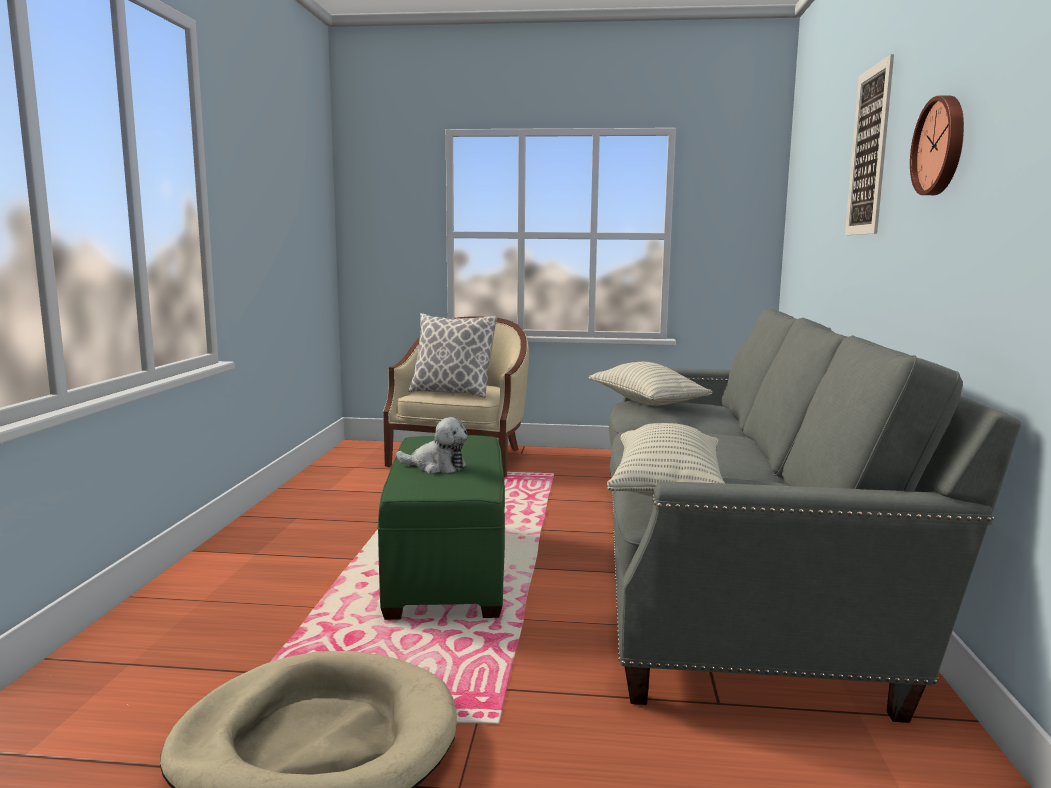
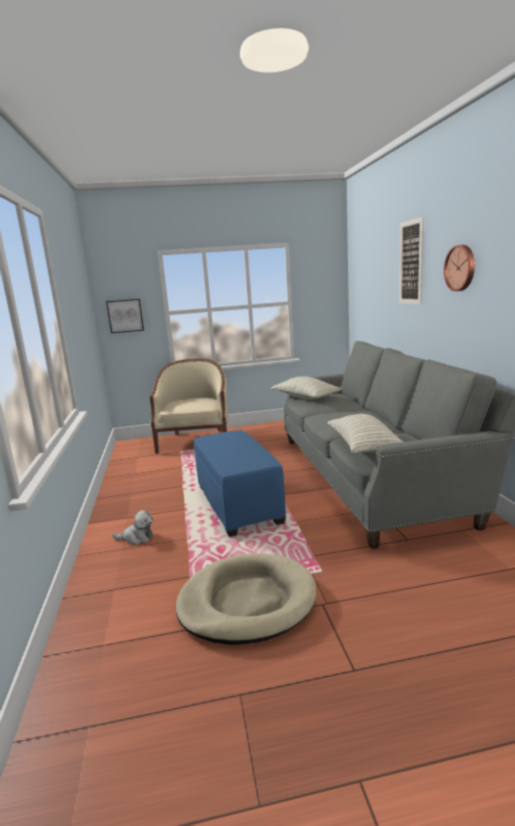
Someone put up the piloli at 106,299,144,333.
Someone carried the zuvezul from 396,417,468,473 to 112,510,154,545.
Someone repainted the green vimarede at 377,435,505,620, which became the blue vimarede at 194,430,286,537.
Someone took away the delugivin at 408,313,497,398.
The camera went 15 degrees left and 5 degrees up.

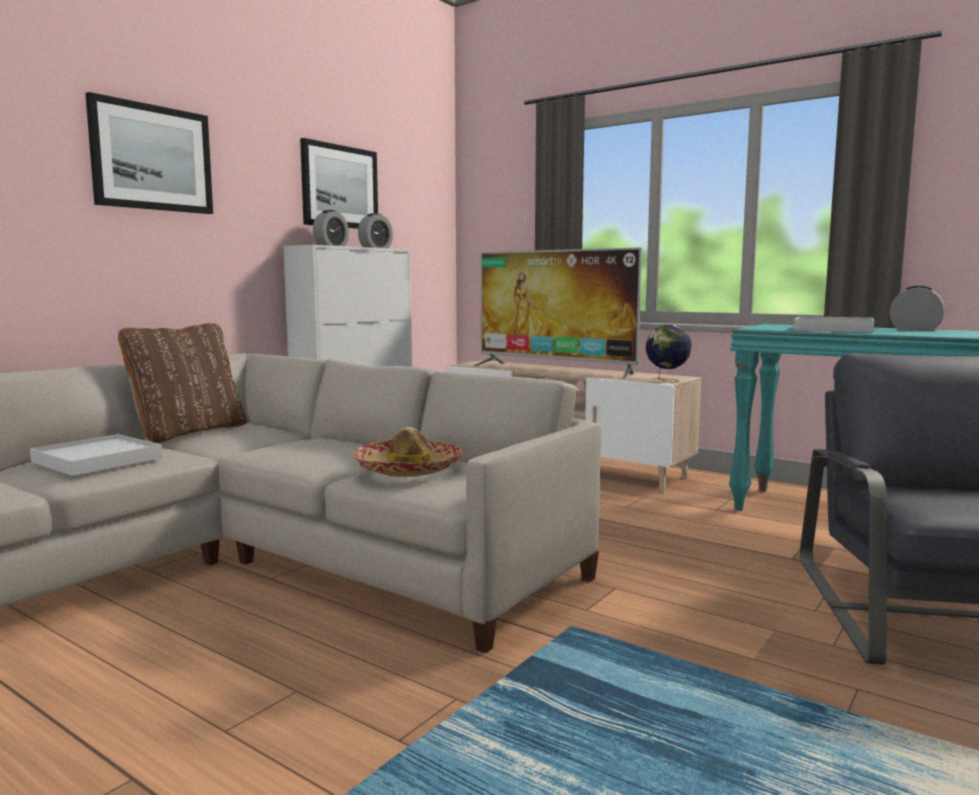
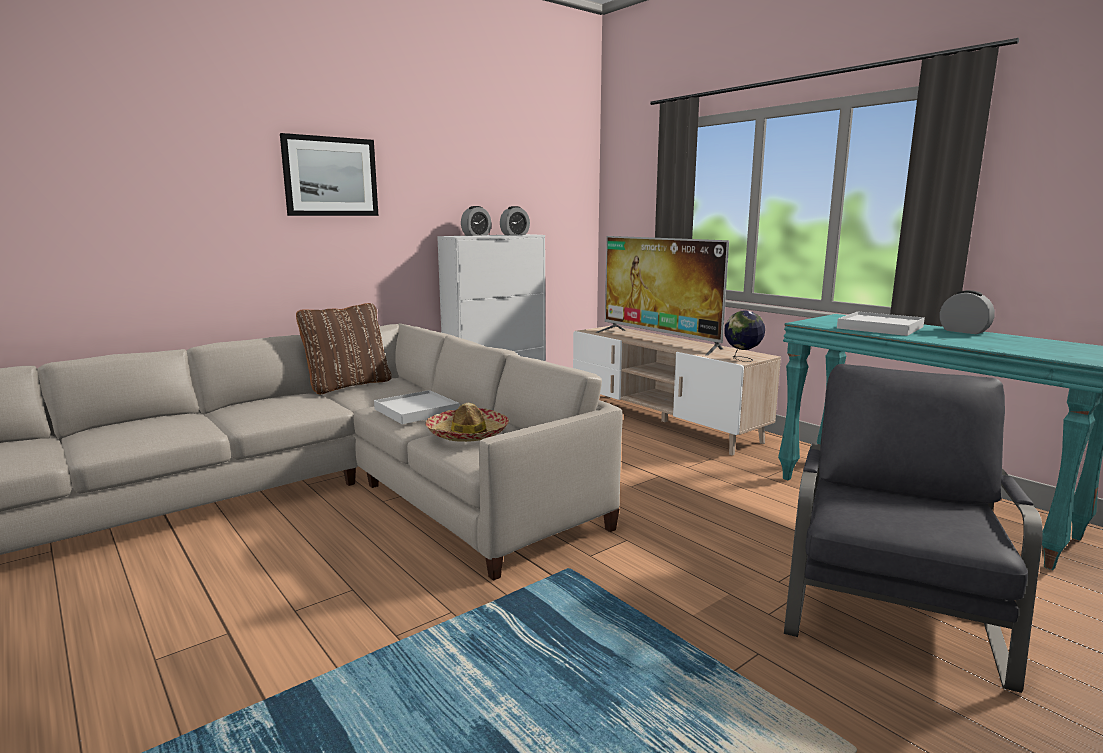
Someone carried the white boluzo from 30,434,162,476 to 374,390,460,424.
Someone took away the piloli at 300,138,378,229.
The camera went 15 degrees right and 5 degrees up.

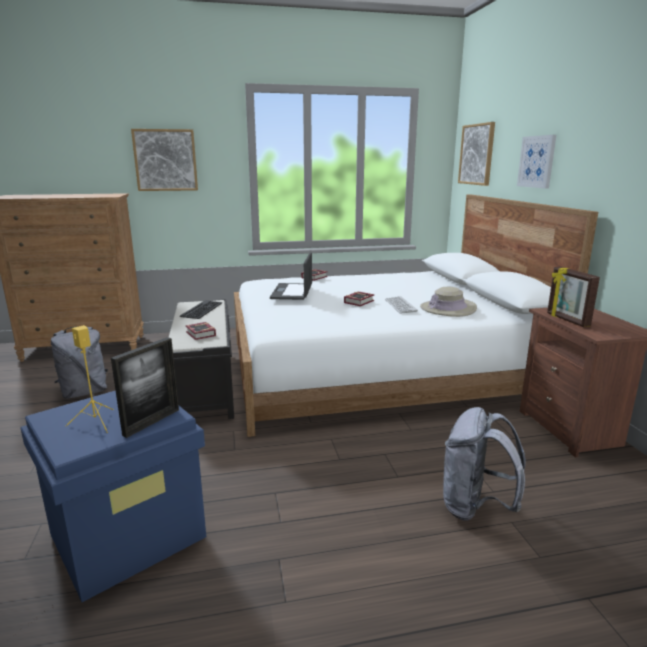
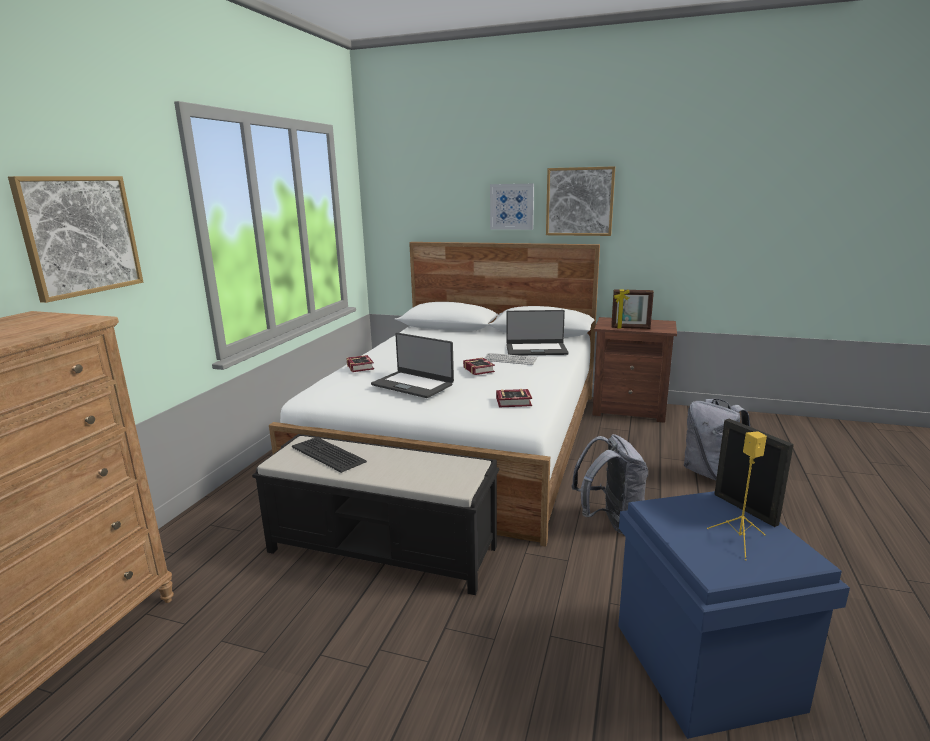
Someone carried the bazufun from 186,322,216,340 to 496,389,532,407.
Someone swapped the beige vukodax at 420,287,477,317 for the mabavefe at 506,310,569,355.
Someone carried the piloli from 458,122,495,186 to 546,166,615,236.
Someone carried the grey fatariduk from 51,327,108,399 to 571,434,648,534.
The camera went 60 degrees left and 0 degrees up.

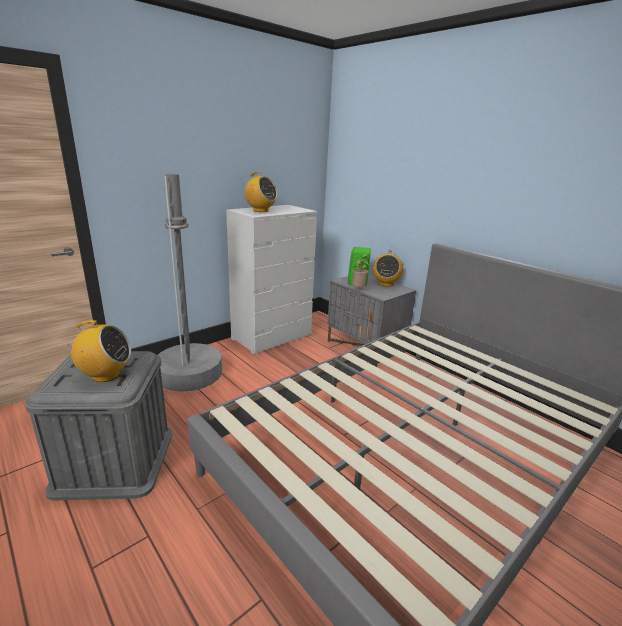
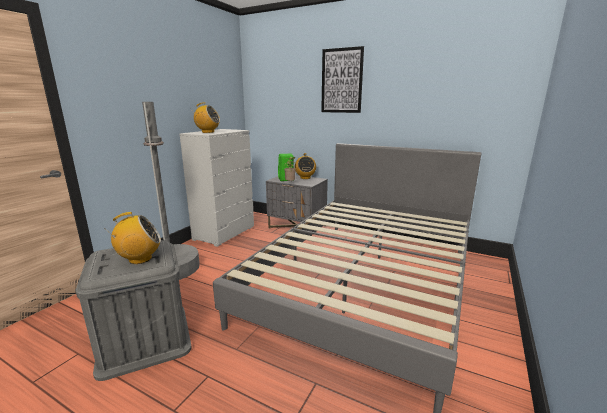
Someone put up the piloli at 321,46,364,113.
The camera went 20 degrees left and 5 degrees down.

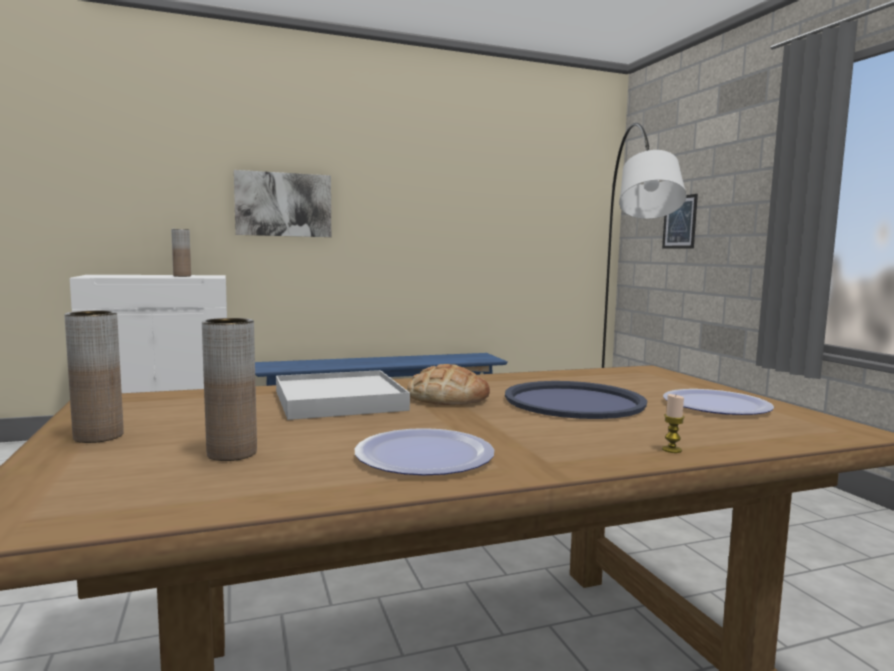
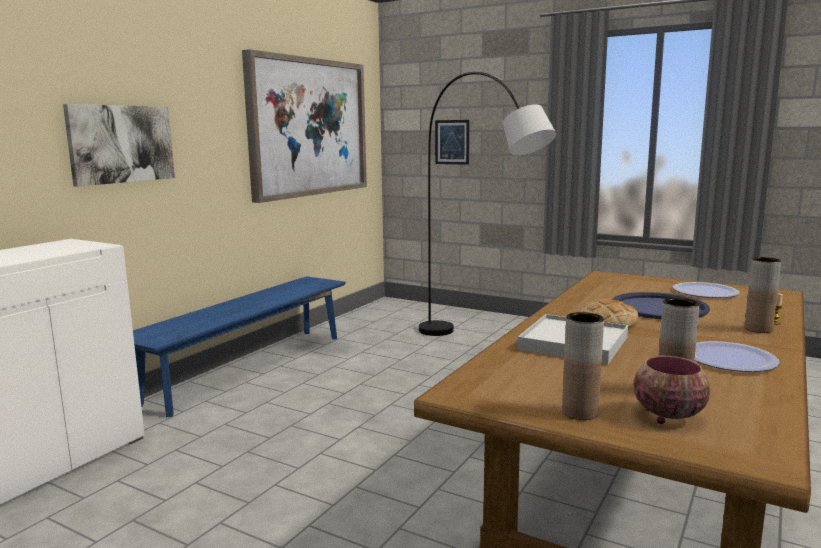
Someone put up the piloli at 242,49,367,203.
Someone put down the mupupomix at 634,356,710,424.
Someone carried the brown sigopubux from 171,229,191,277 to 744,257,781,333.
The camera went 40 degrees left and 5 degrees up.

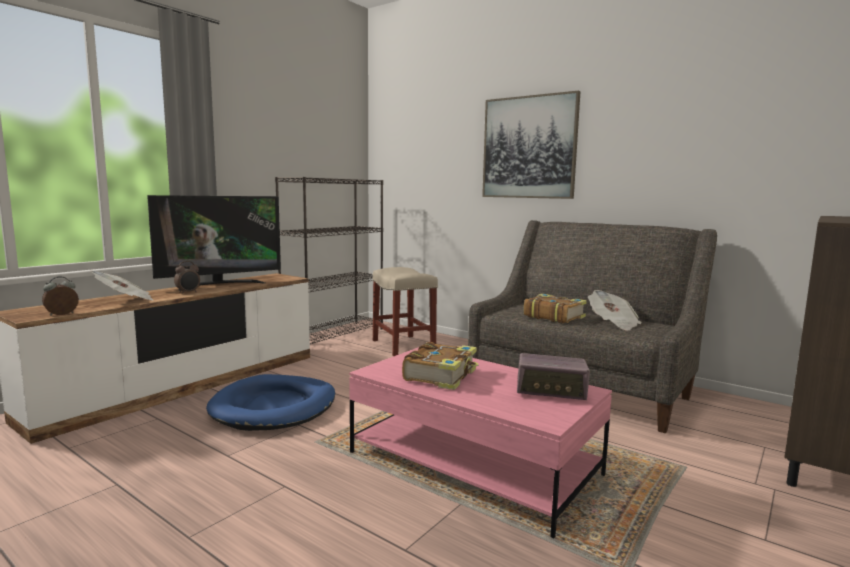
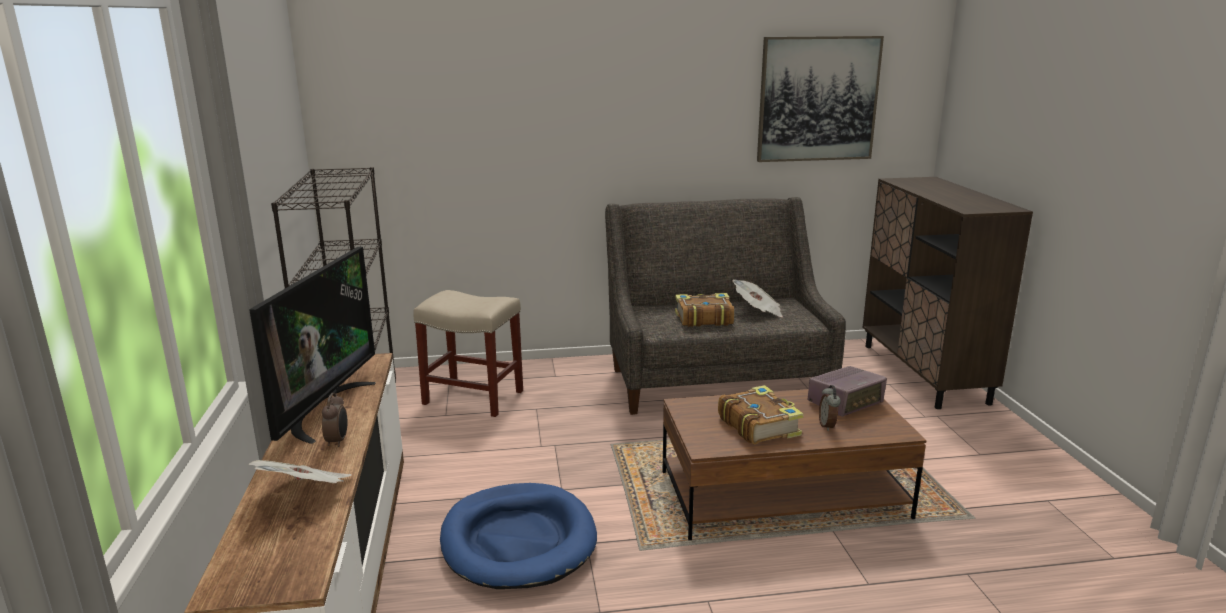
Someone repainted the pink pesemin at 349,347,612,538, which became the brown pesemin at 662,389,927,540.
Someone carried the piloli from 482,91,581,199 to 757,36,884,162.
Someone carried the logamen from 42,276,79,316 to 819,385,841,431.
The camera went 45 degrees left and 10 degrees up.

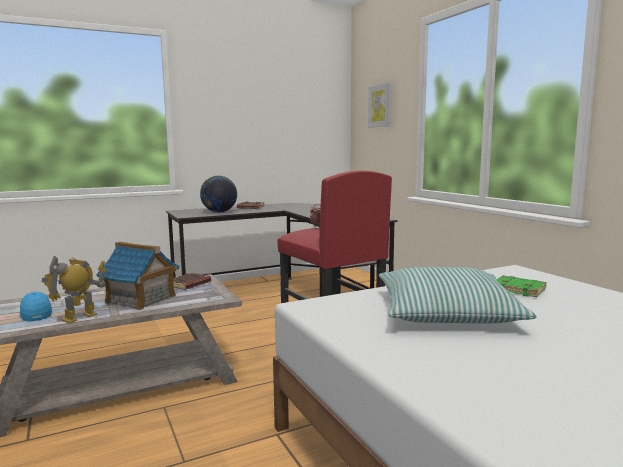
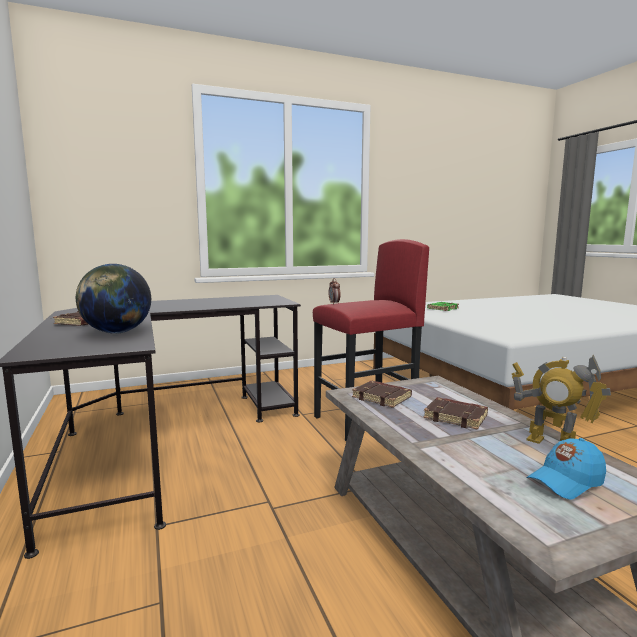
Someone swapped the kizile at 96,242,180,310 for the brown bazufun at 423,397,488,430.
Someone took away the piloli at 368,82,392,128.
Someone took away the delugivin at 379,267,537,323.
The camera went 85 degrees left and 0 degrees up.

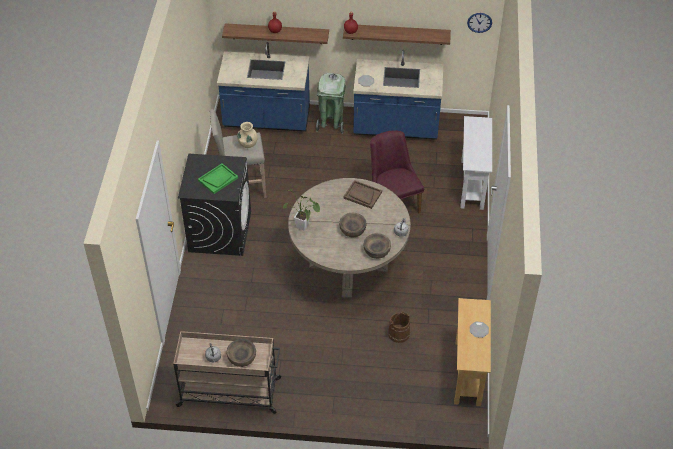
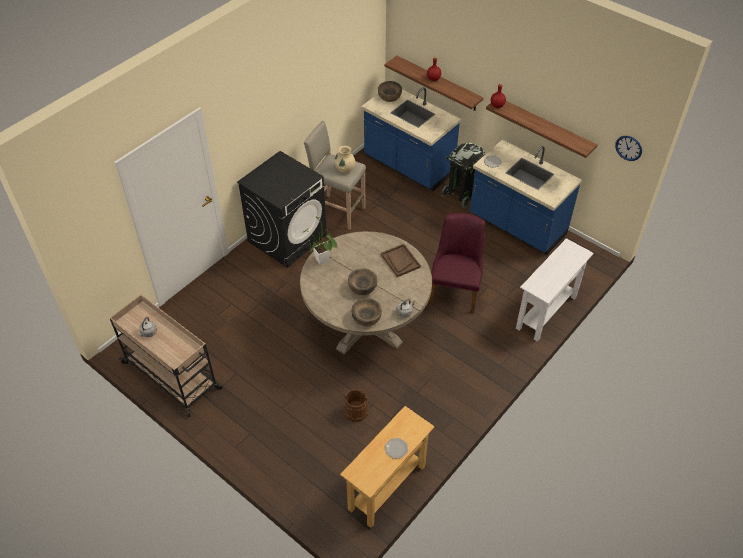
Someone carried the brown mupupomix from 227,339,256,367 to 378,81,402,102.
Someone repainted the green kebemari at 316,73,346,134, which became the black kebemari at 442,143,485,208.
Someone took away the green boluzo at 198,163,238,194.
The camera went 35 degrees right and 0 degrees up.

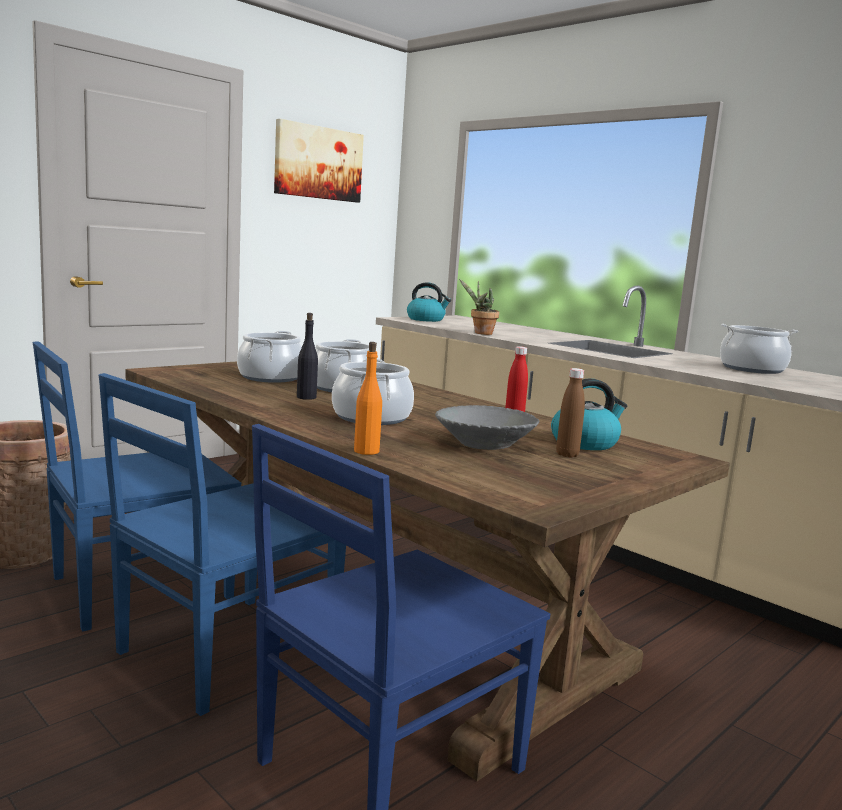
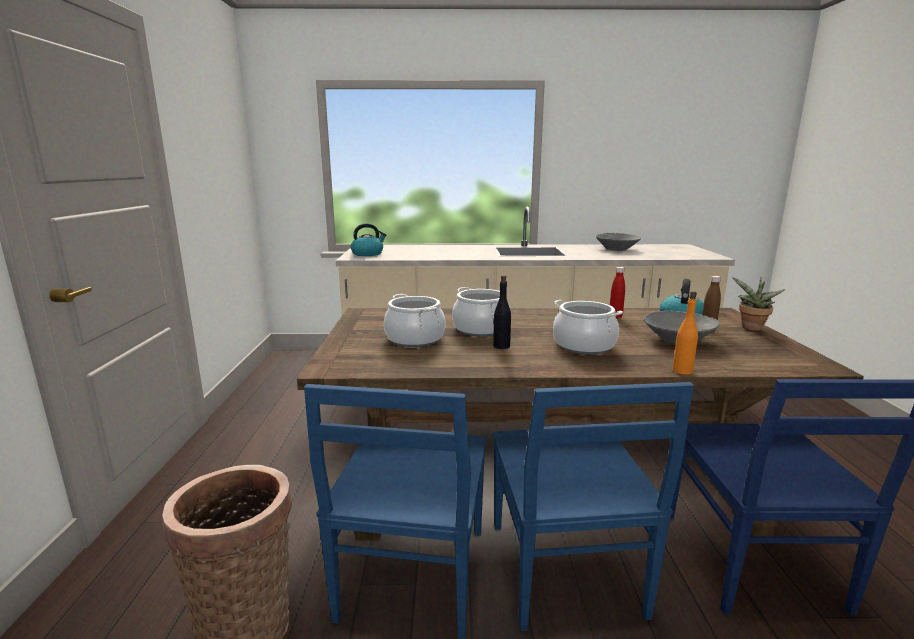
Someone swapped the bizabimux at 720,324,798,374 for the grey mupupomix at 596,233,641,251.
Someone carried the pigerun from 459,279,499,335 to 732,277,786,331.
Someone took away the piloli at 274,119,364,203.
The camera went 45 degrees left and 5 degrees up.

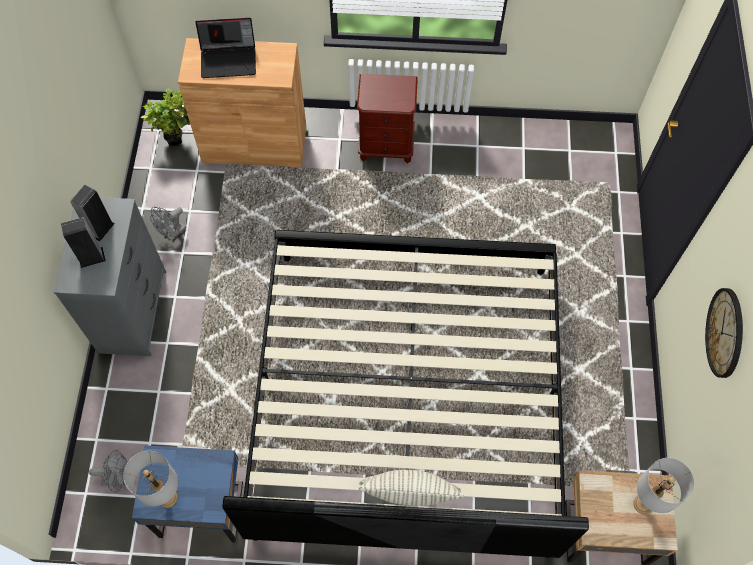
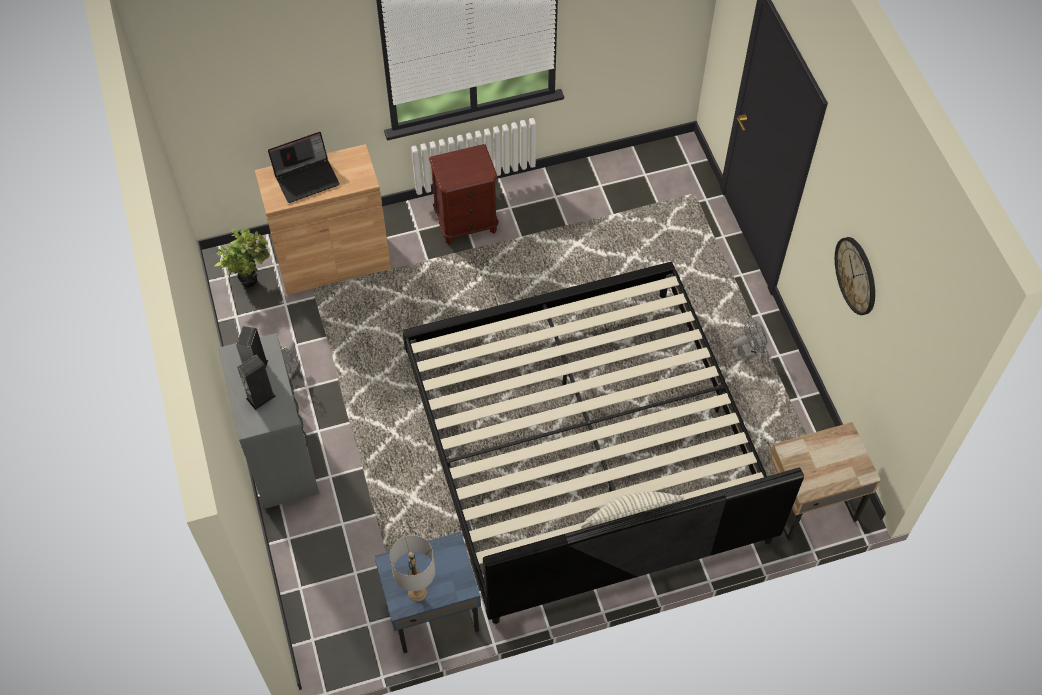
Someone carried the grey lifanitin from 89,450,128,492 to 732,318,767,361.
Someone took away the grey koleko at 633,458,695,514.
The camera went 20 degrees left and 5 degrees down.

